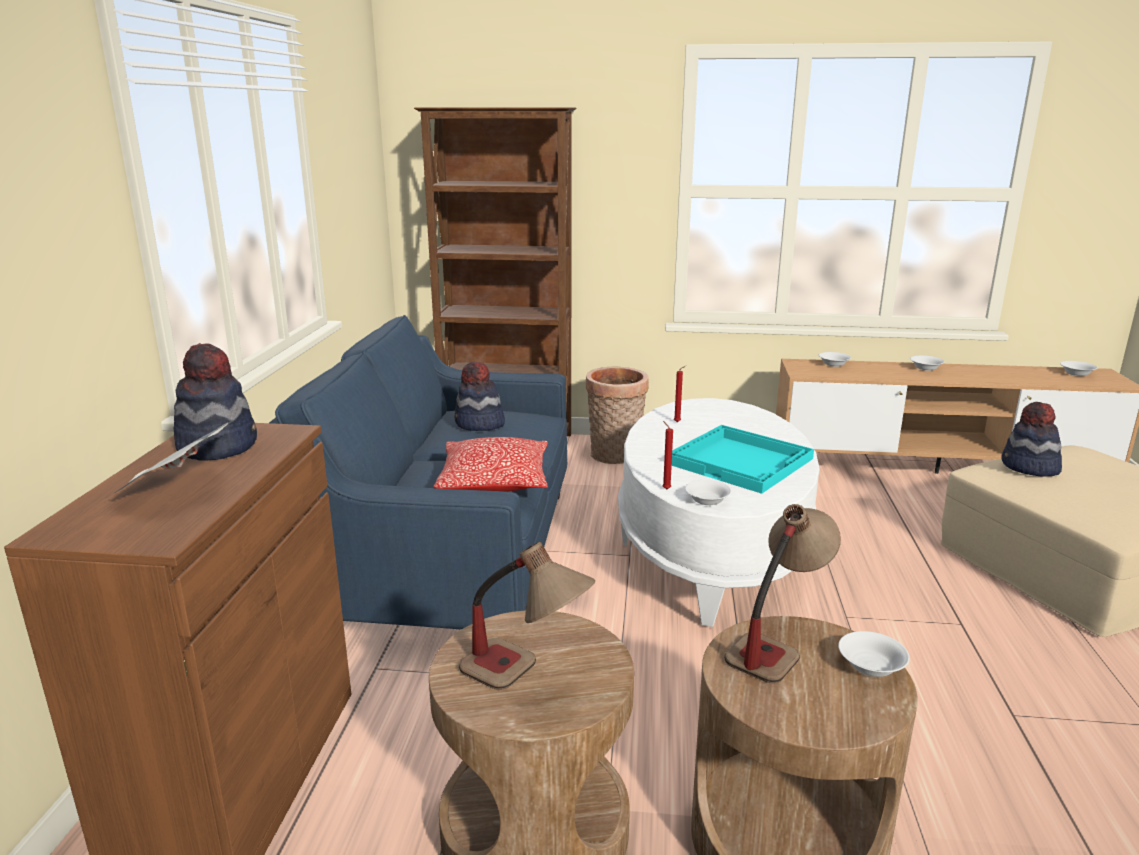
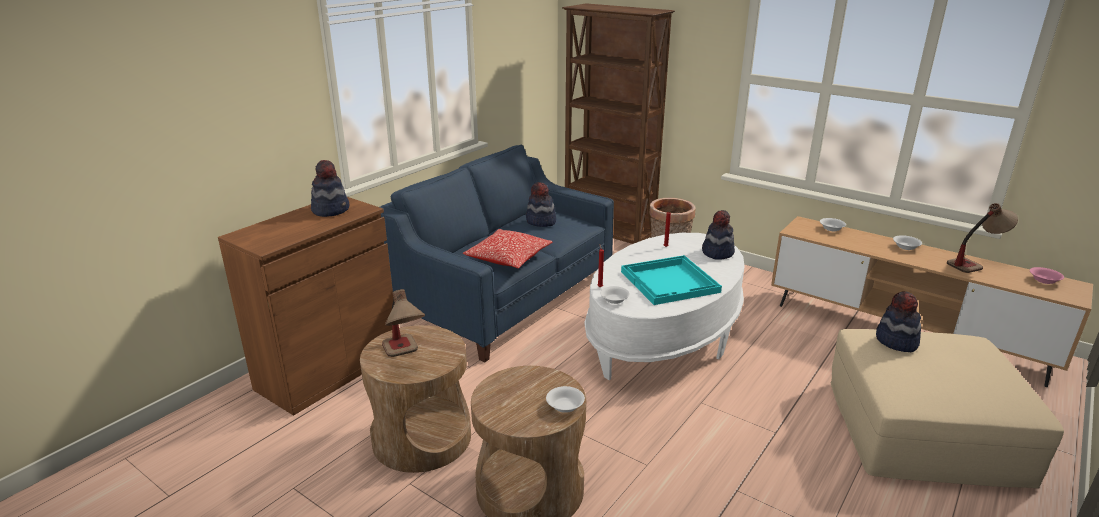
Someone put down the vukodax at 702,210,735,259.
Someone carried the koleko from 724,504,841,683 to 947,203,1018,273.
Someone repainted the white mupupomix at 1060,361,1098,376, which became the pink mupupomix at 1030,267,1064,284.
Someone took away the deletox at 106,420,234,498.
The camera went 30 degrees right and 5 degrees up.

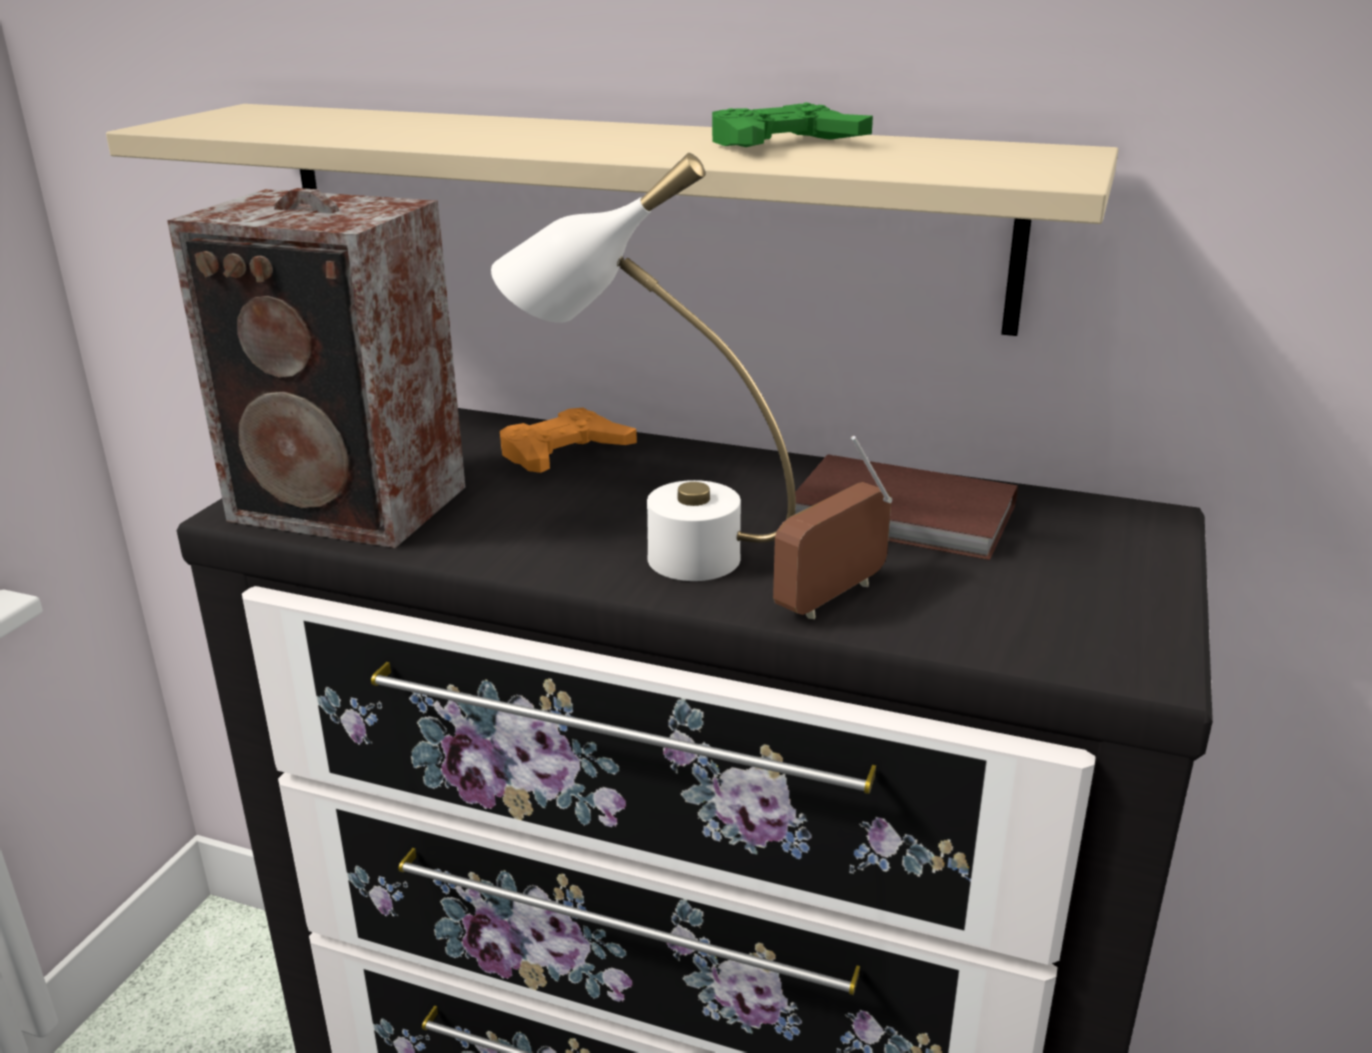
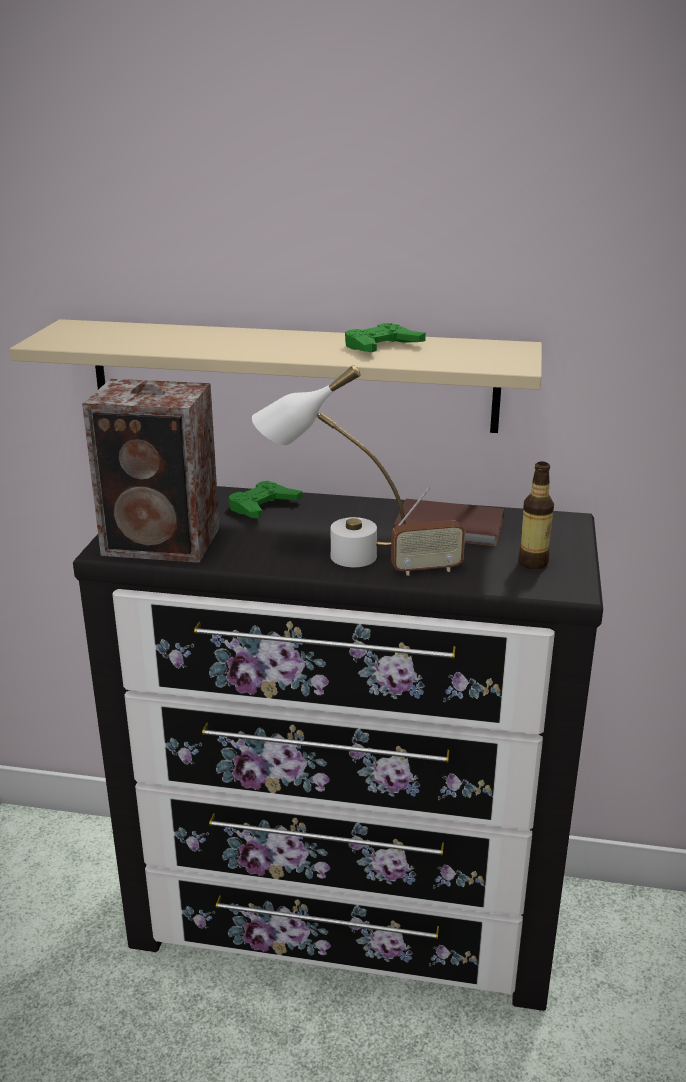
Someone repainted the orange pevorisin at 500,408,637,473, which became the green pevorisin at 229,481,302,518.
Someone rotated the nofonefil at 773,436,892,619 by 135 degrees counterclockwise.
Someone put down the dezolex at 518,462,554,569.
The camera went 10 degrees left and 0 degrees up.

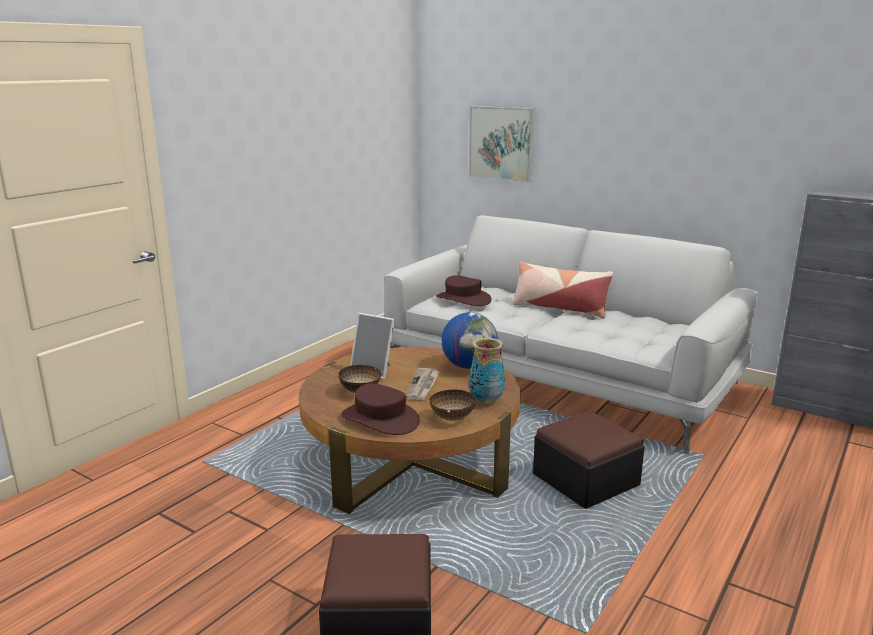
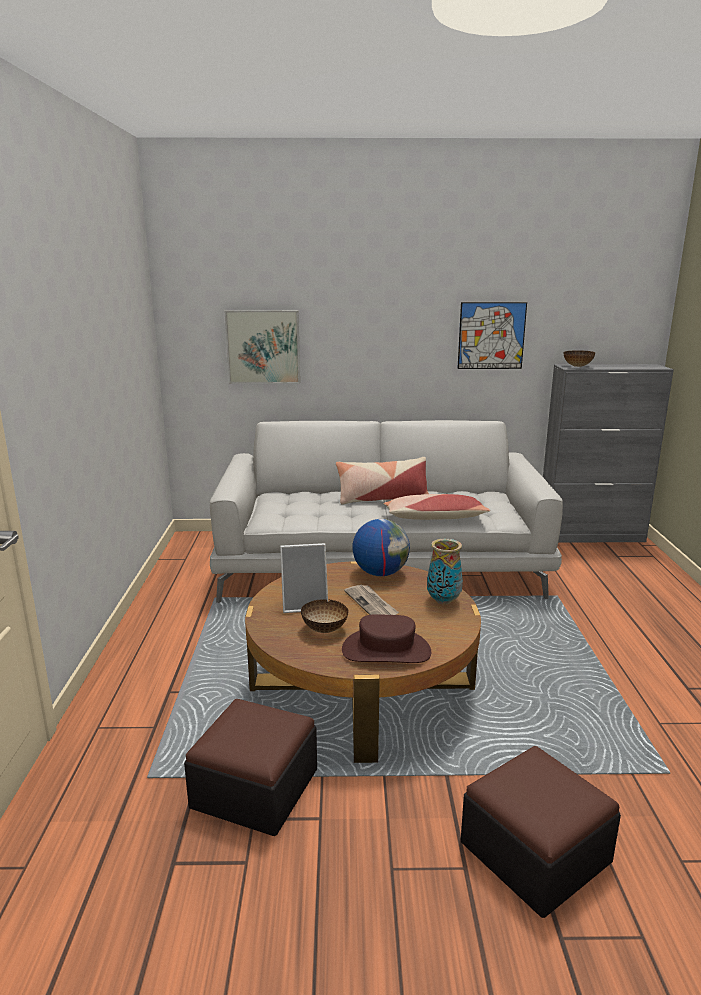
Someone carried the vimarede from 533,411,644,509 to 184,699,317,836.
Someone put down the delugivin at 384,494,490,520.
Someone put up the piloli at 457,302,527,369.
Someone carried the mupupomix from 429,389,476,421 to 563,350,595,367.
Someone took away the brown vukodax at 436,275,492,306.
The camera went 35 degrees left and 0 degrees up.

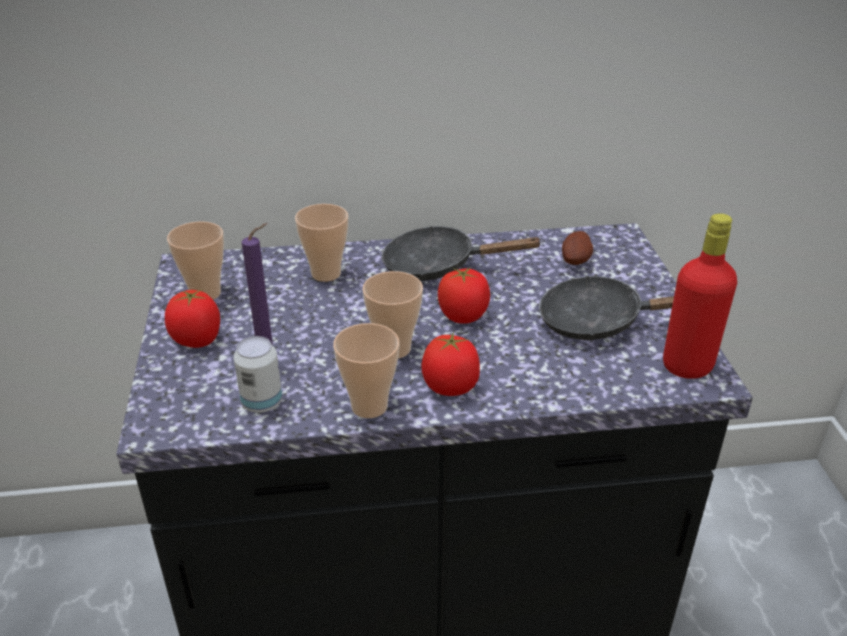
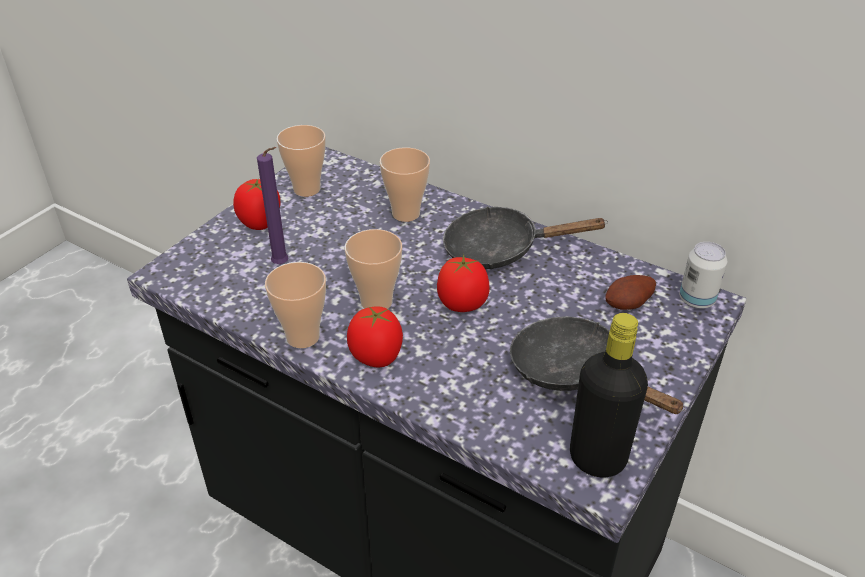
Someone rotated the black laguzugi at 381,226,543,281 by 45 degrees counterclockwise.
Someone repainted the red dezolex at 663,213,737,379, which became the black dezolex at 570,313,648,477.
Someone carried the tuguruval from 233,336,282,413 to 679,242,727,309.
The camera went 40 degrees right and 5 degrees up.

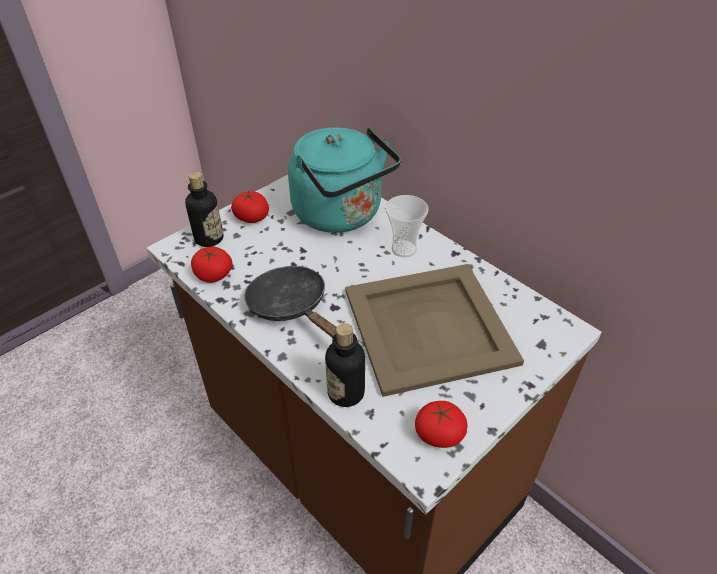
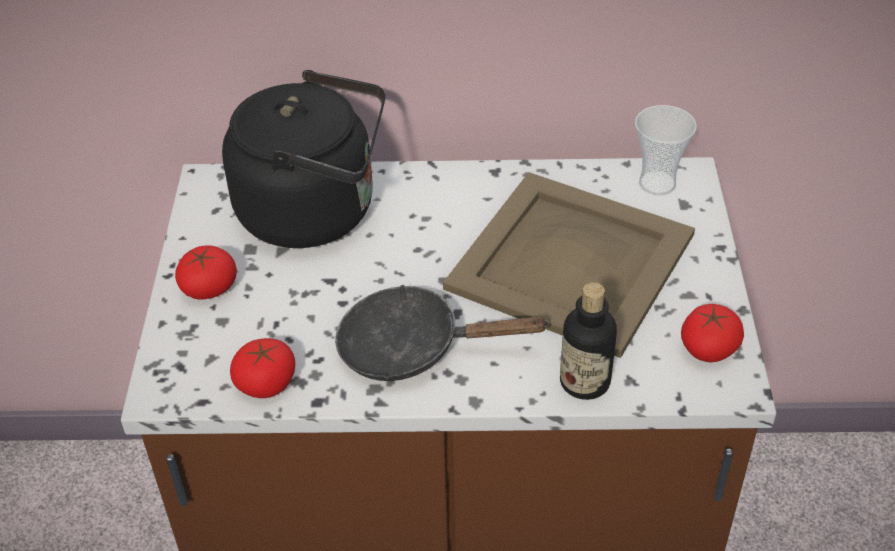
Someone repainted the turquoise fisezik at 288,127,401,233, which became the black fisezik at 222,70,385,248.
Someone carried the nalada from 385,195,429,257 to 635,105,697,195.
Someone took away the dezolex at 185,172,224,247.
The camera went 45 degrees left and 0 degrees up.

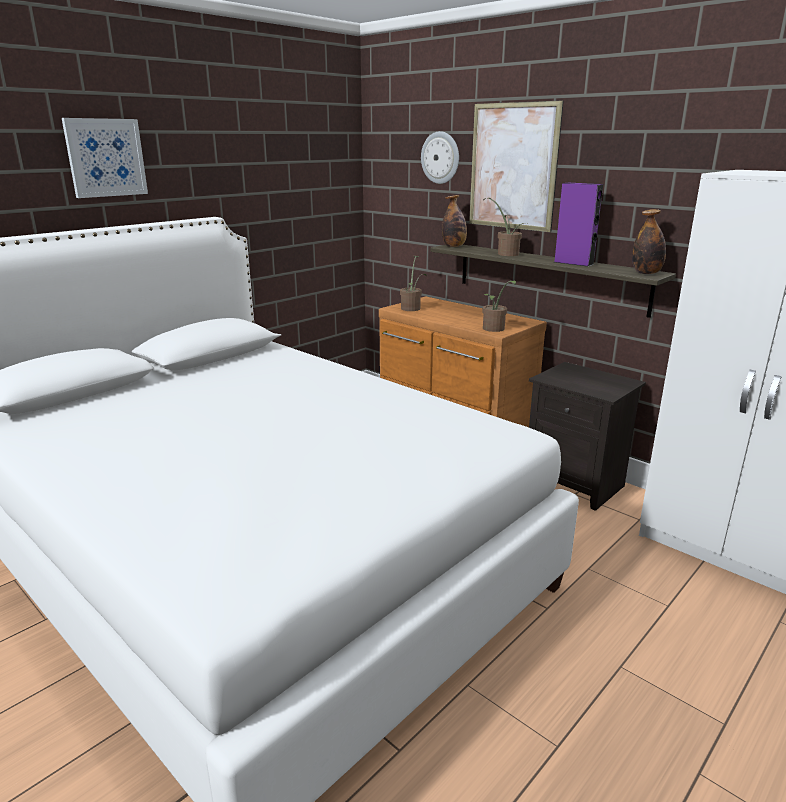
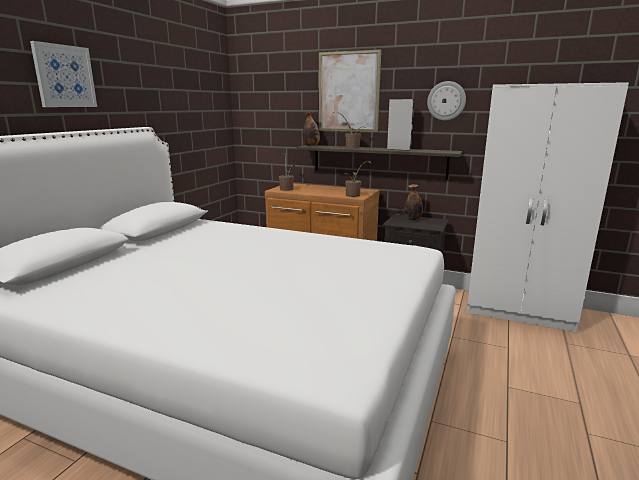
Someone repainted the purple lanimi at 555,183,603,267, which became the grey lanimi at 387,99,414,150.
Someone carried the dezolex from 632,209,666,274 to 404,184,423,220.
Someone carried the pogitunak from 421,131,459,184 to 427,81,466,121.
The camera went 20 degrees left and 5 degrees down.

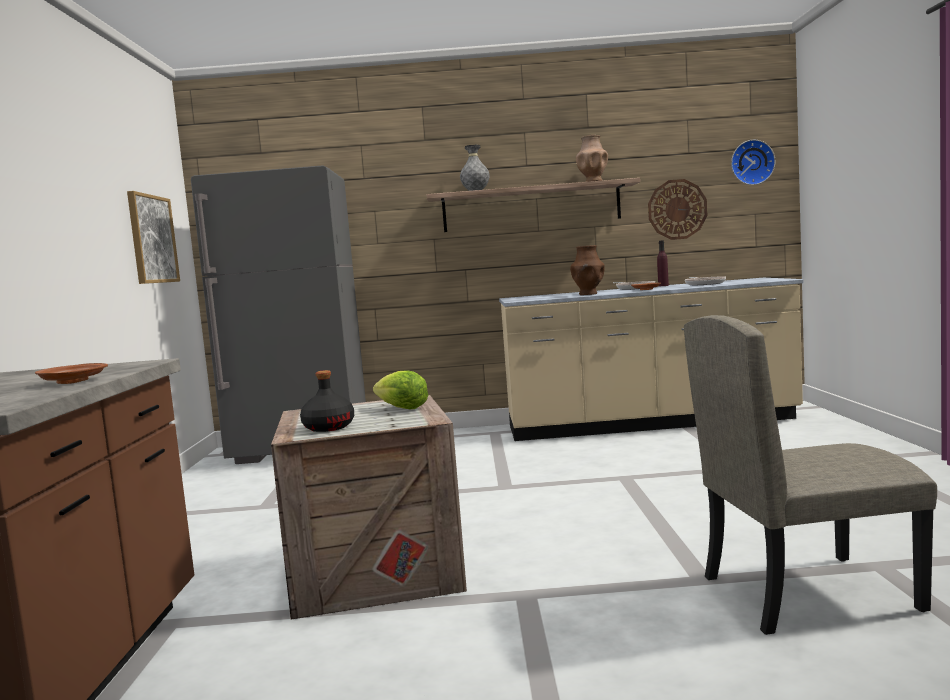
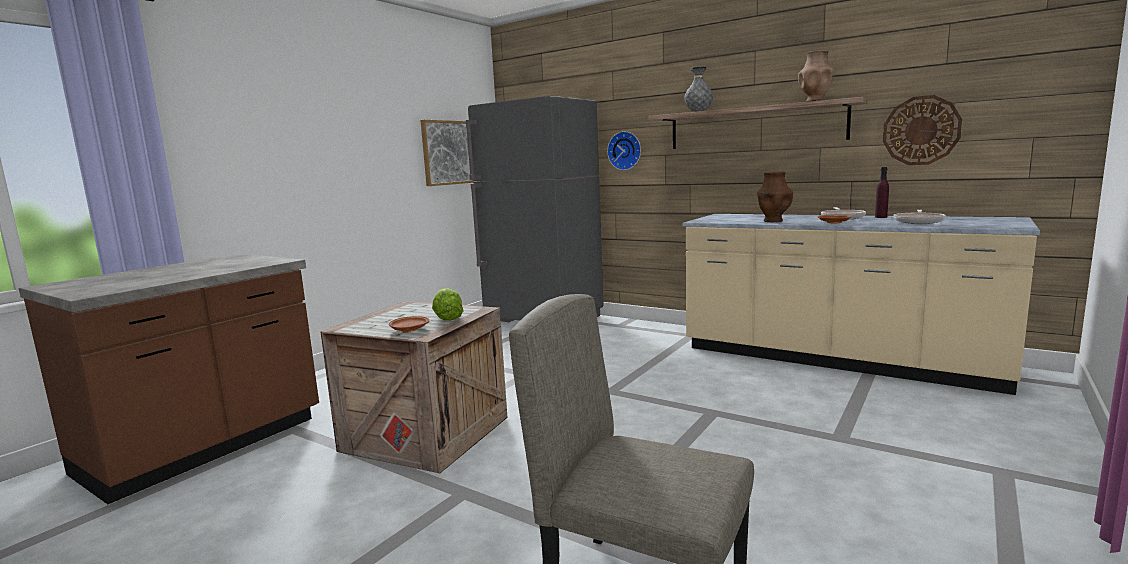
Someone carried the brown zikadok from 35,363,108,384 to 389,316,429,332.
Someone carried the pogitunak from 731,140,775,185 to 607,131,641,170.
Someone took away the black dezolex at 300,370,354,432.
The camera went 35 degrees right and 5 degrees up.

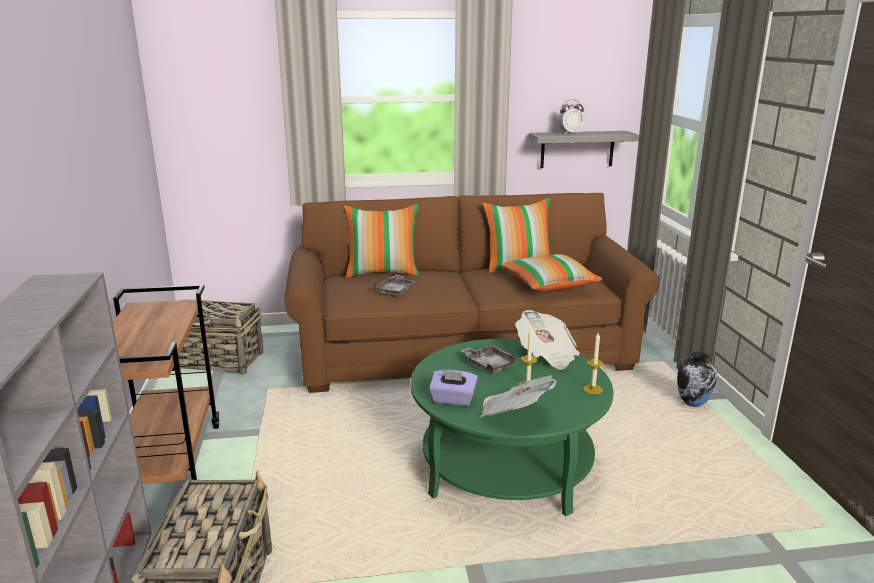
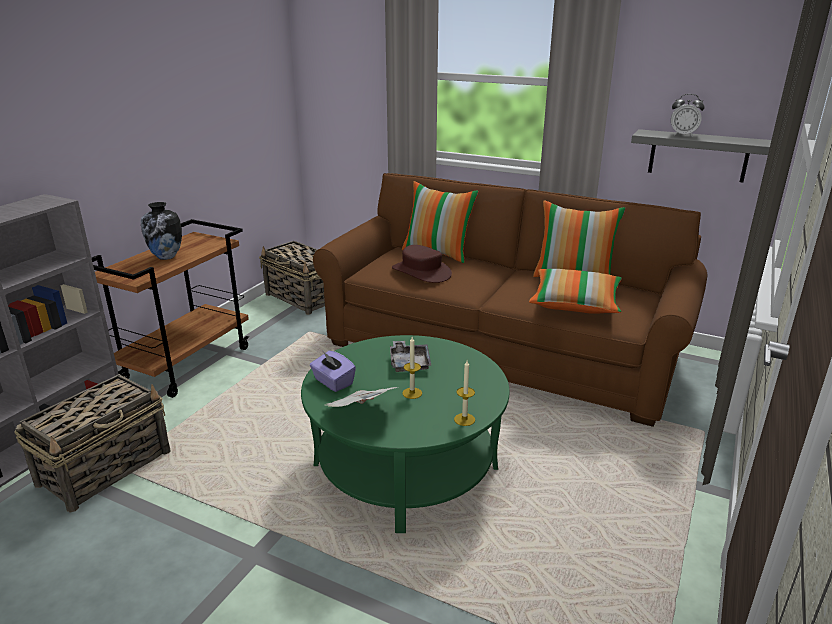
Someone carried the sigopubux from 677,352,717,407 to 141,202,182,260.
Someone swapped the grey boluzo at 373,275,415,295 for the brown vukodax at 392,245,452,283.
Someone took away the deletox at 515,310,580,370.
The camera went 35 degrees right and 5 degrees up.

